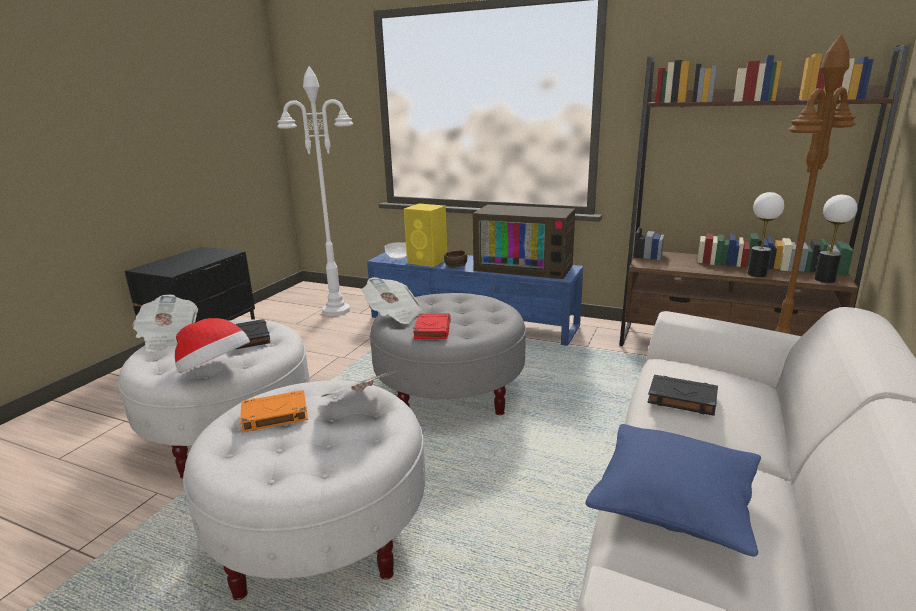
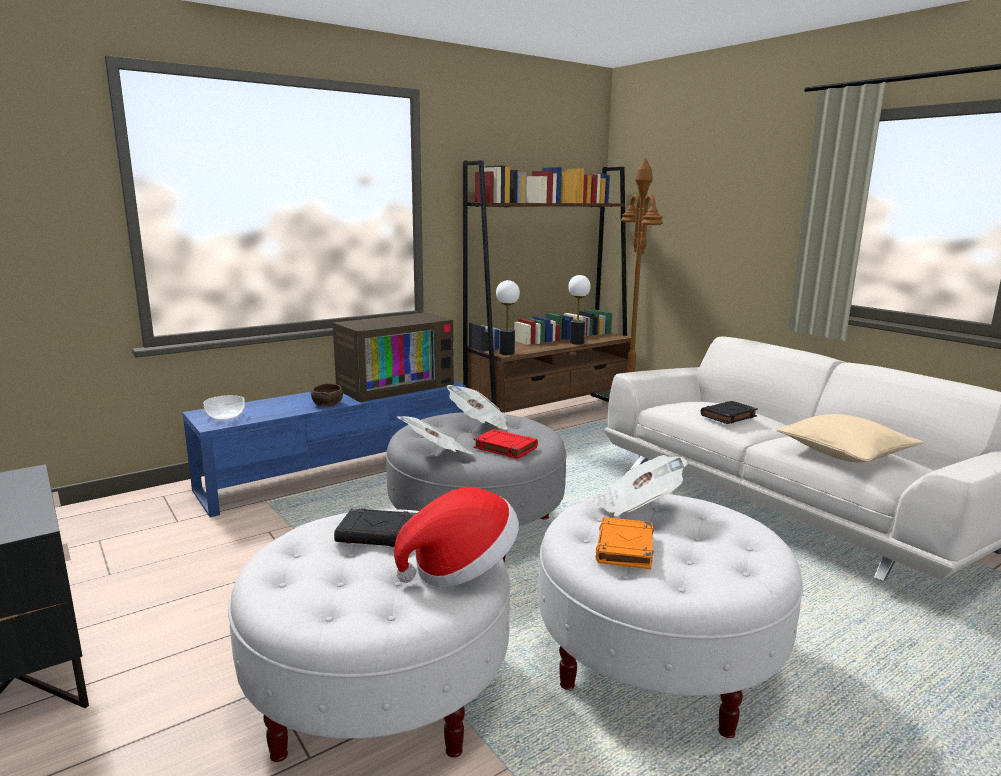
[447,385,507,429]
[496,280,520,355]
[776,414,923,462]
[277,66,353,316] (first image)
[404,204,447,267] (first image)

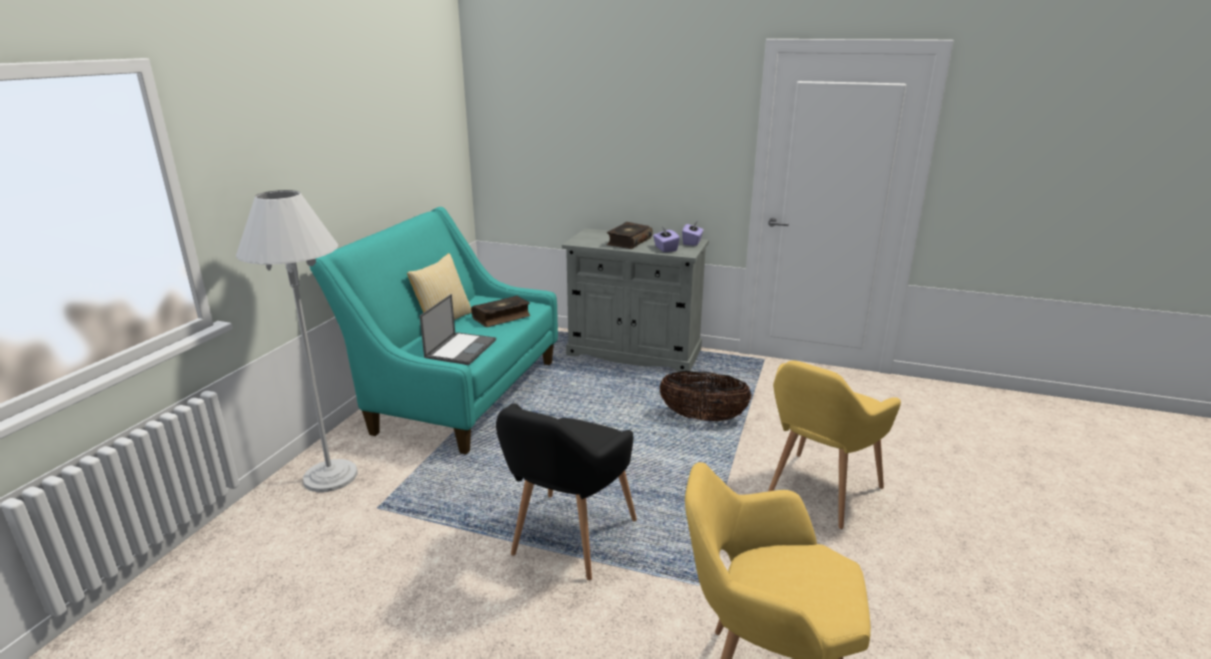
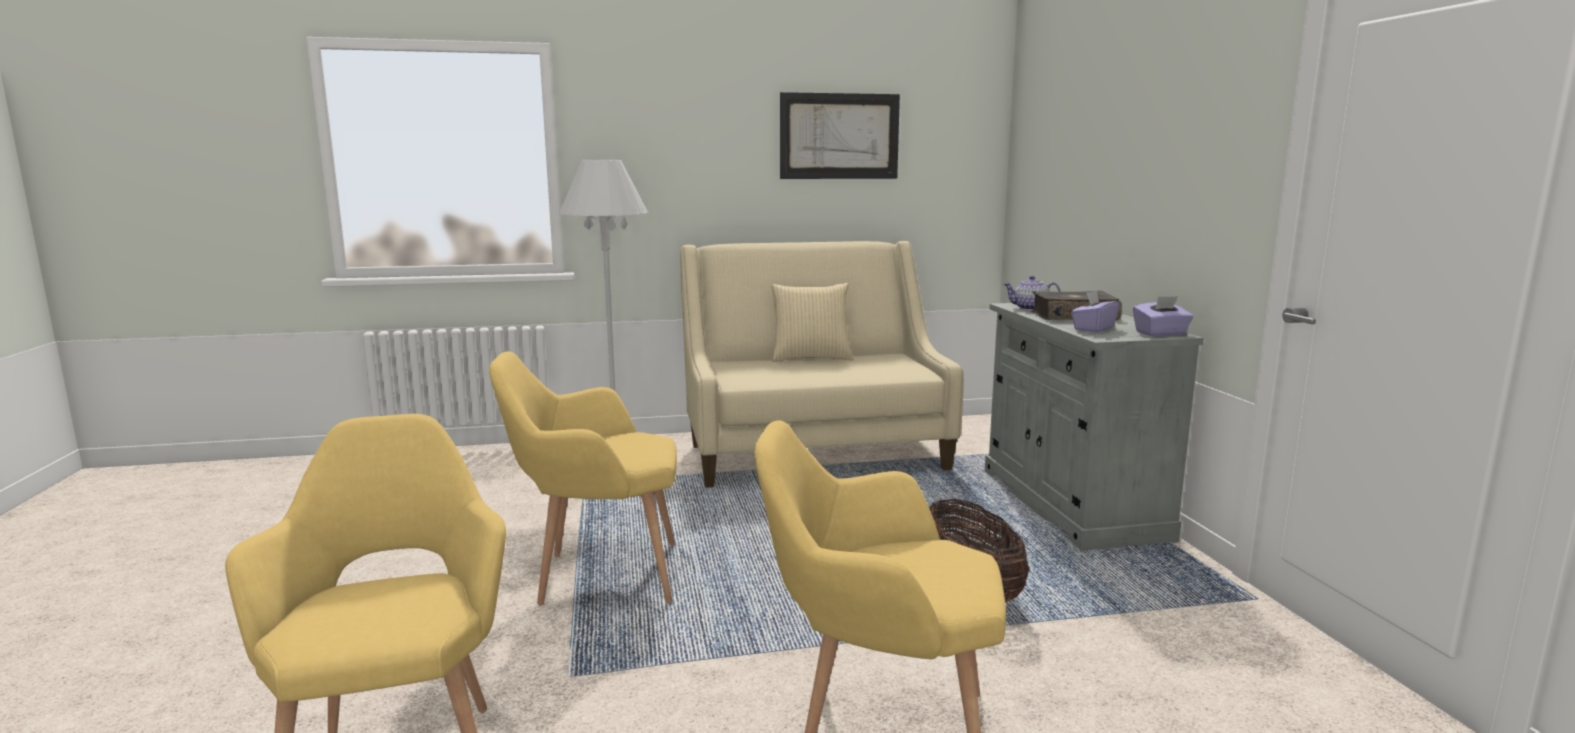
[489,351,677,606]
[680,241,964,488]
[780,92,900,179]
[1004,276,1060,310]
[420,294,496,365] (first image)
[471,295,531,327] (first image)

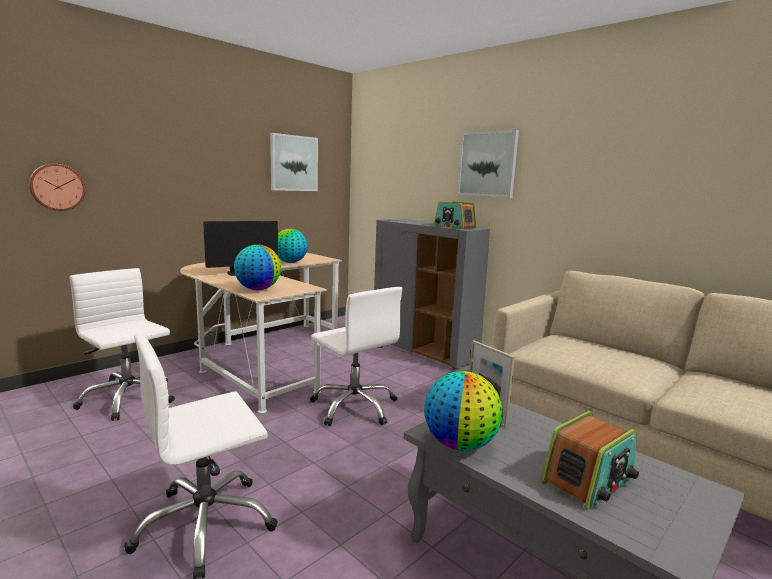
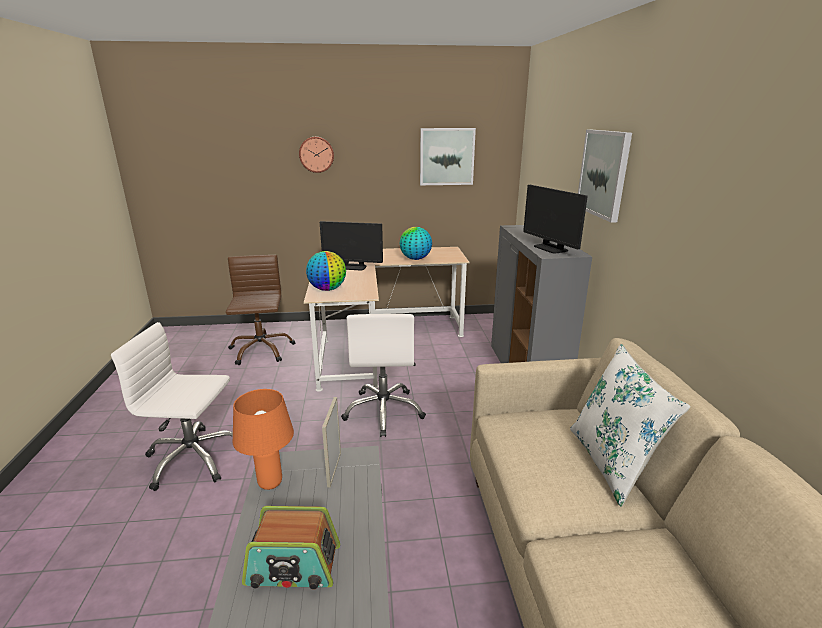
[226,255,295,365]
[233,389,294,490]
[299,137,334,173]
[523,185,588,253]
[570,344,690,507]

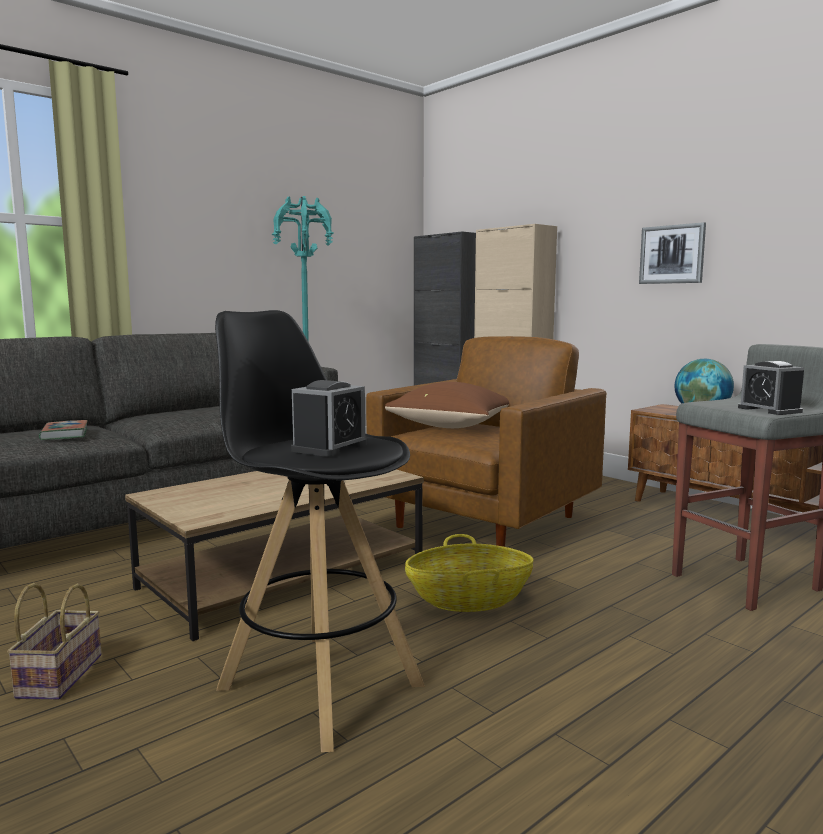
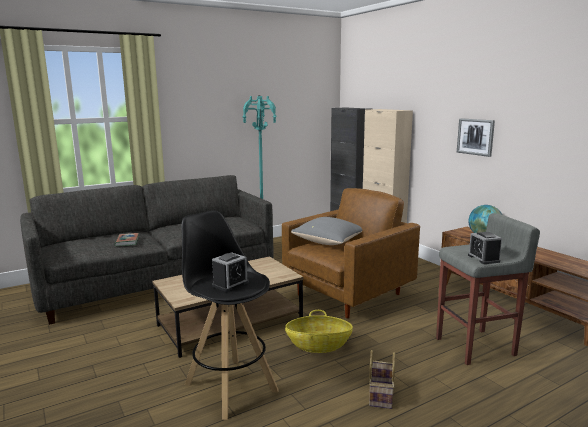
[291,217,362,245]
[369,350,395,409]

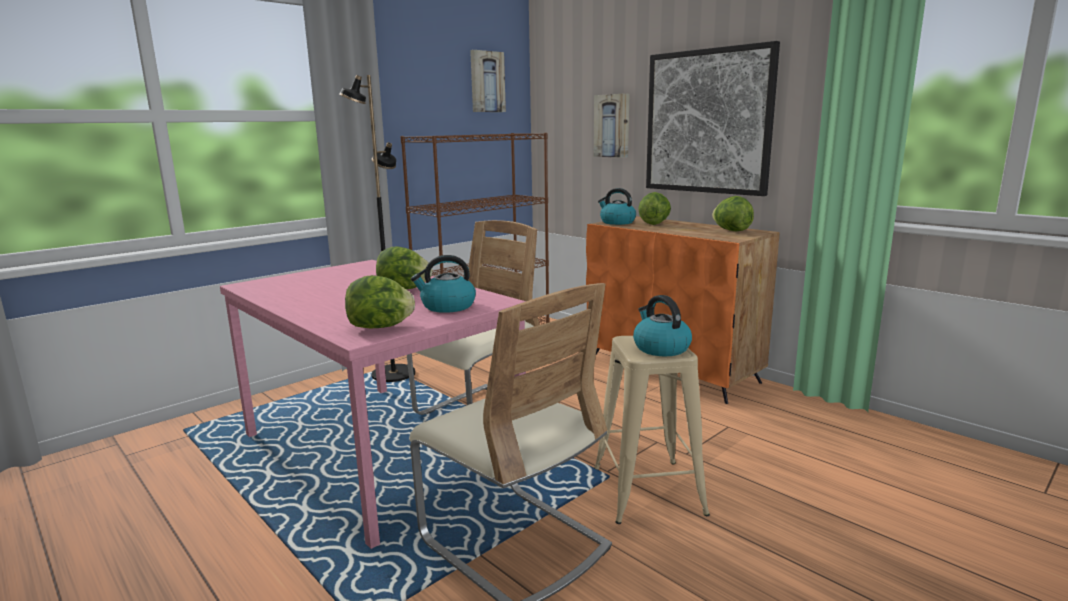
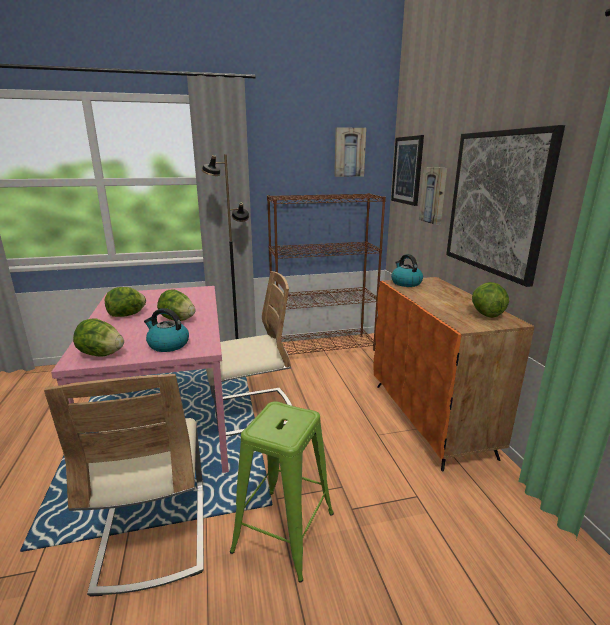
[104,287,146,317]
[230,401,334,583]
[391,135,424,206]
[633,295,692,356] (first image)

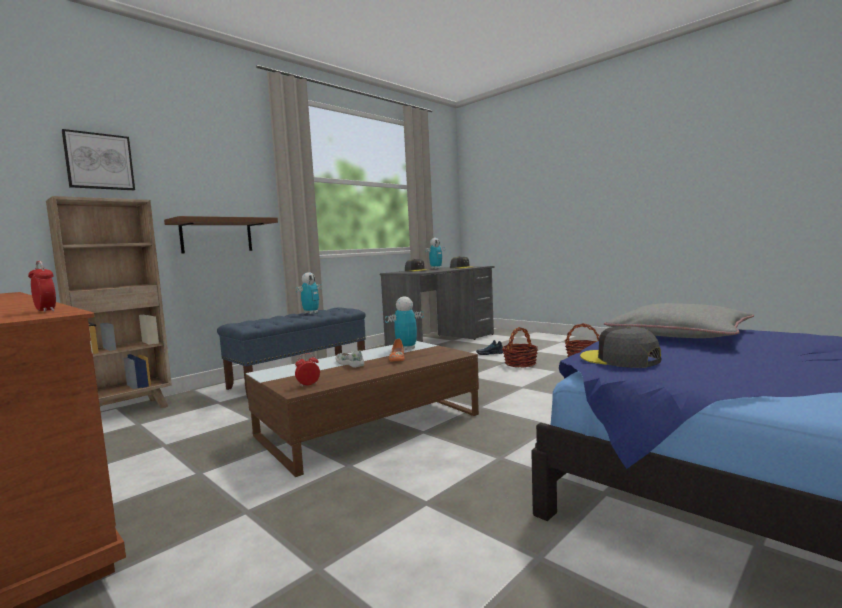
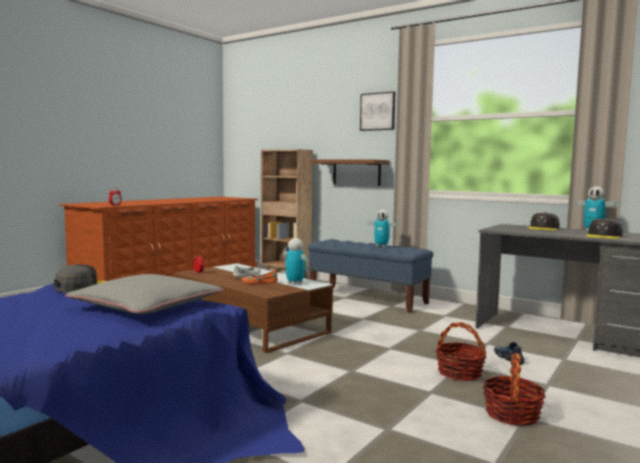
[360,91,395,131]

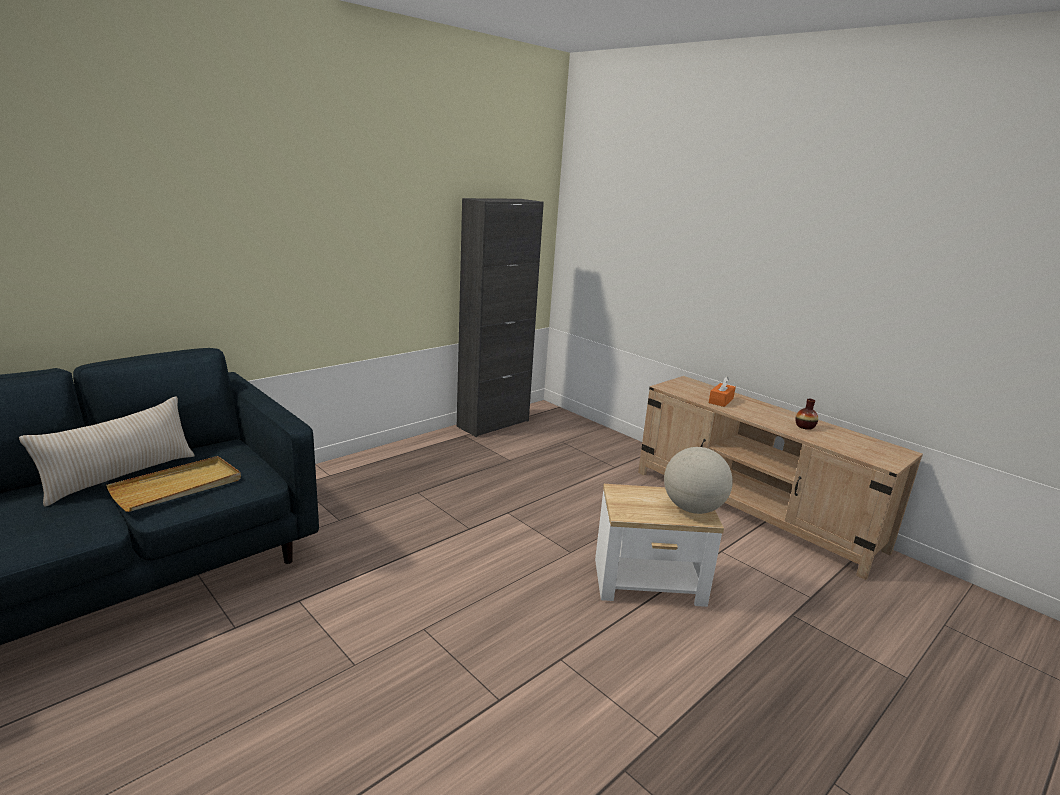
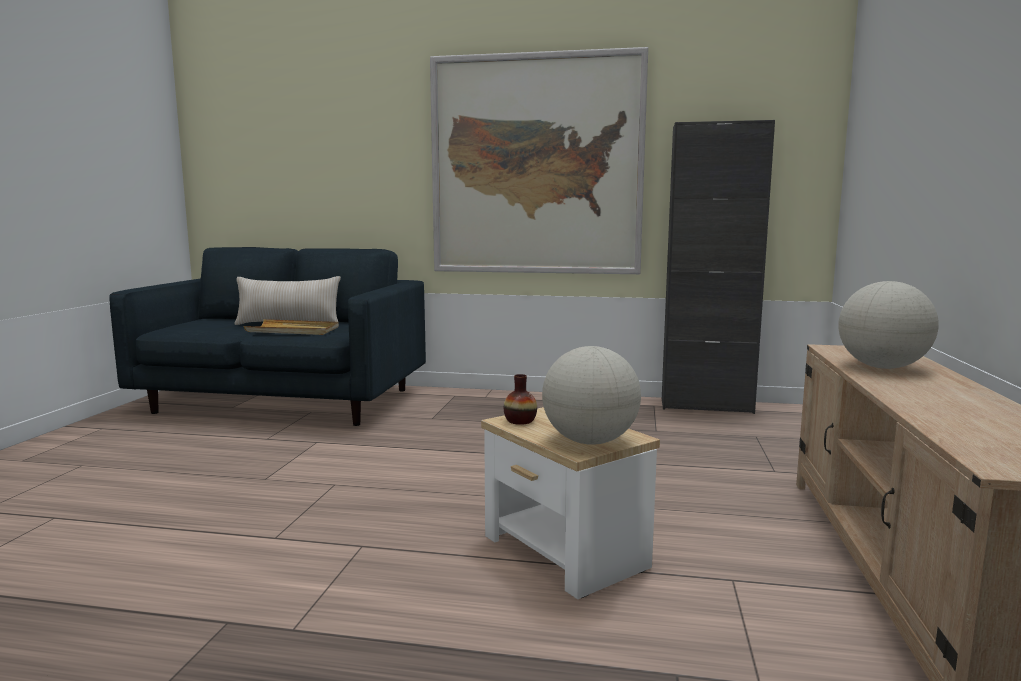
[430,47,648,274]
[503,374,537,425]
[838,281,939,369]

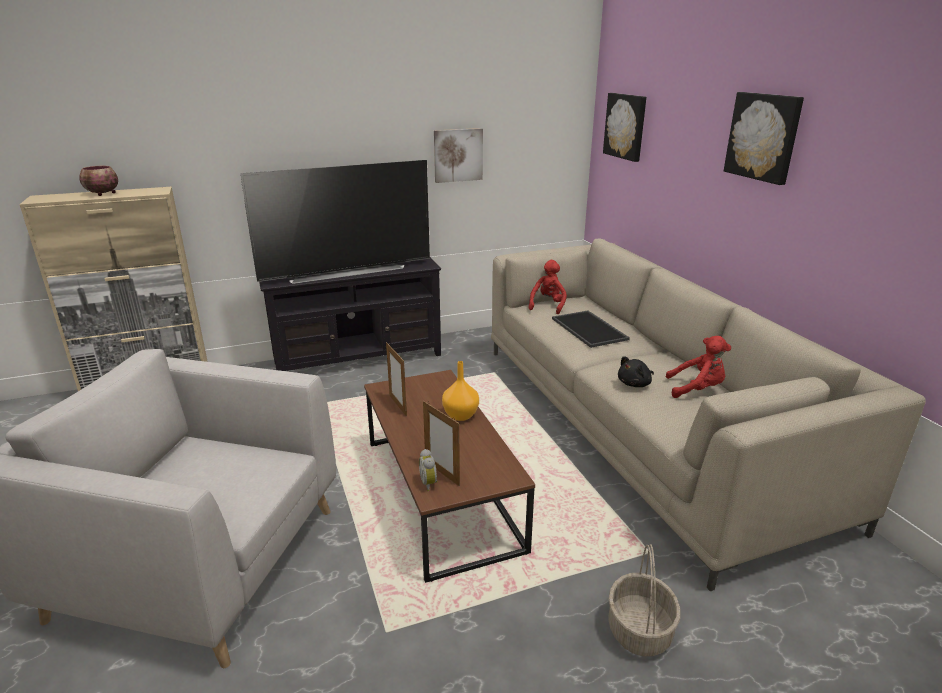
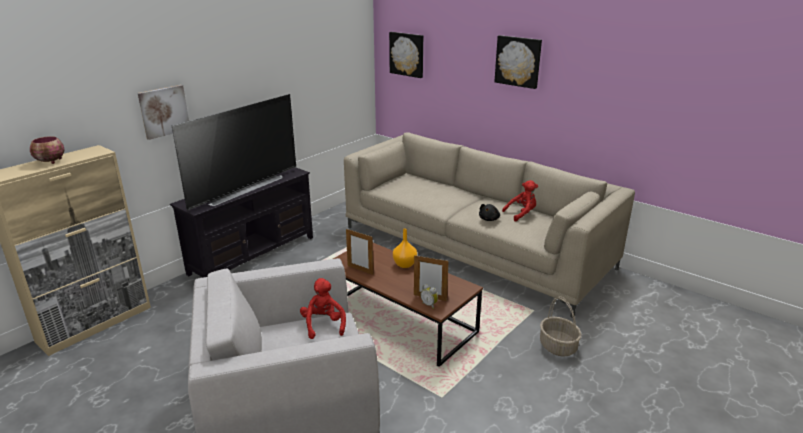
[138,85,189,140]
[300,278,346,339]
[552,311,630,348] (first image)

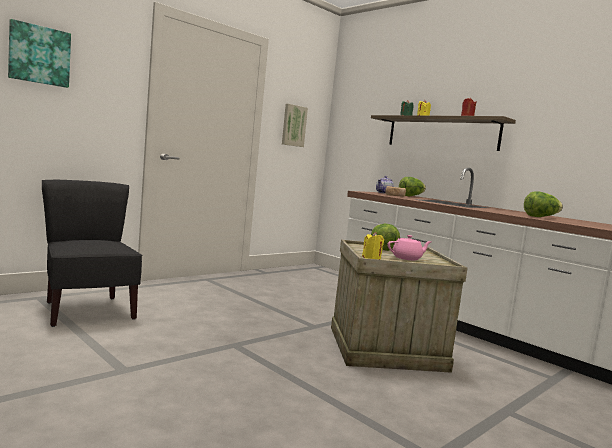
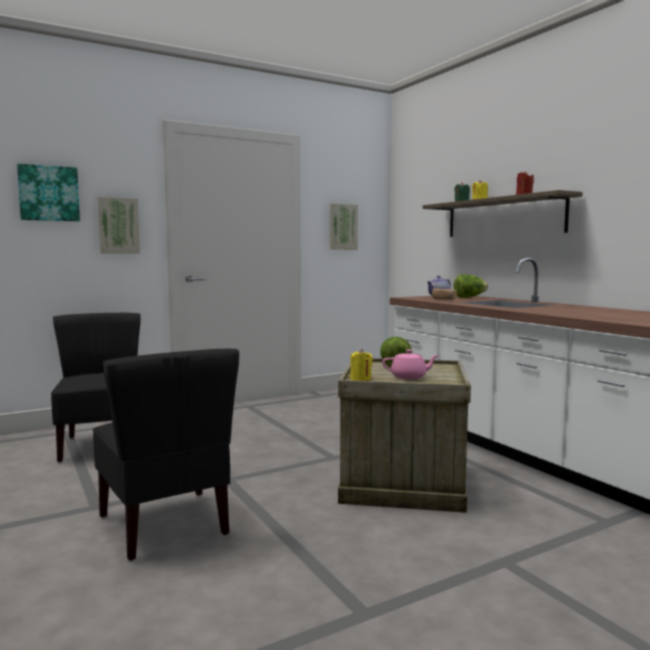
[92,349,239,560]
[98,197,140,254]
[524,191,563,217] (first image)

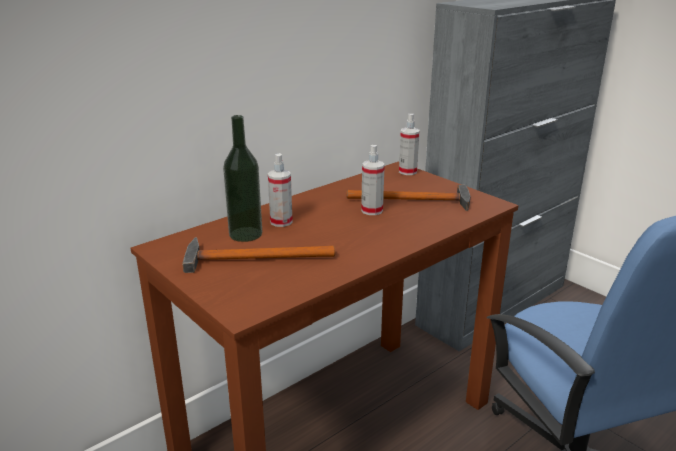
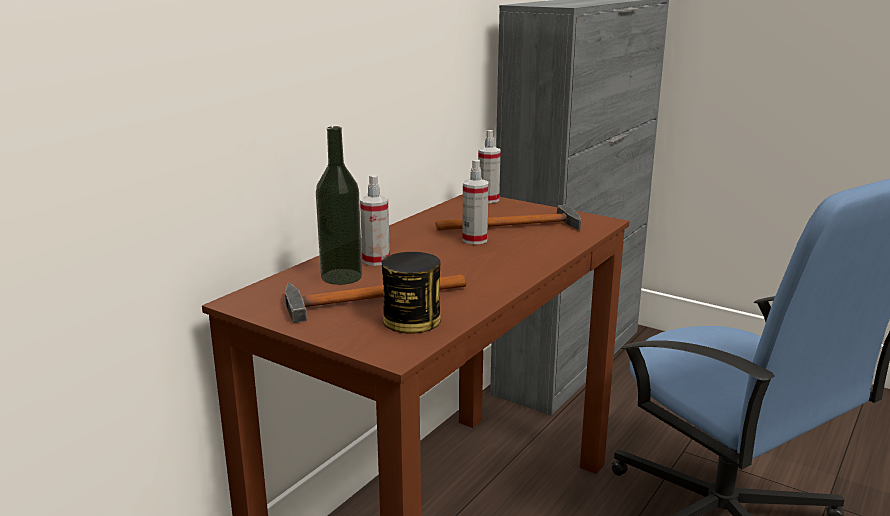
[382,252,441,334]

